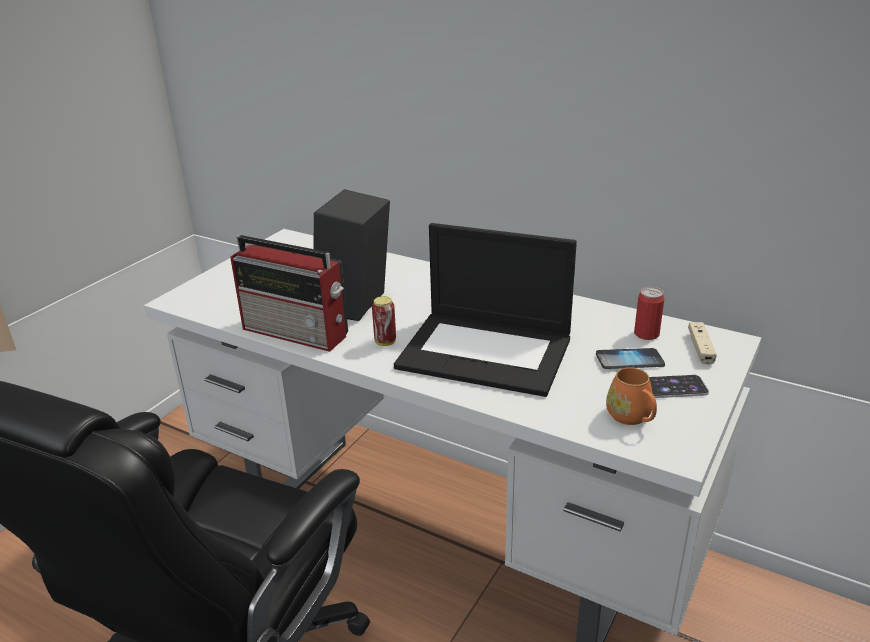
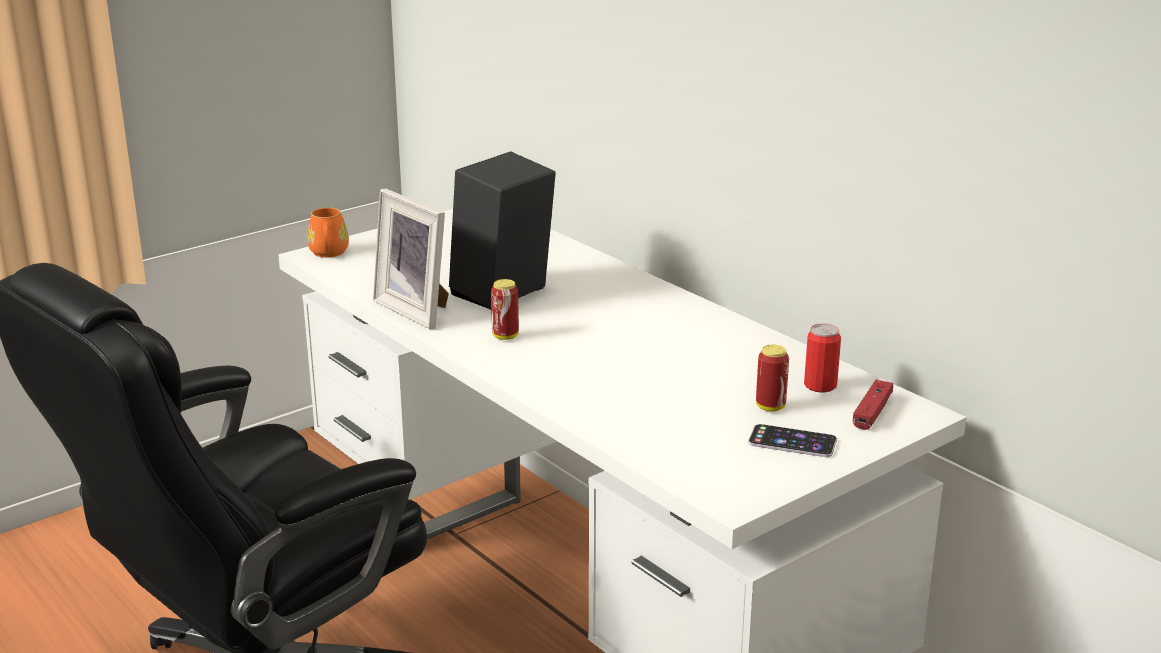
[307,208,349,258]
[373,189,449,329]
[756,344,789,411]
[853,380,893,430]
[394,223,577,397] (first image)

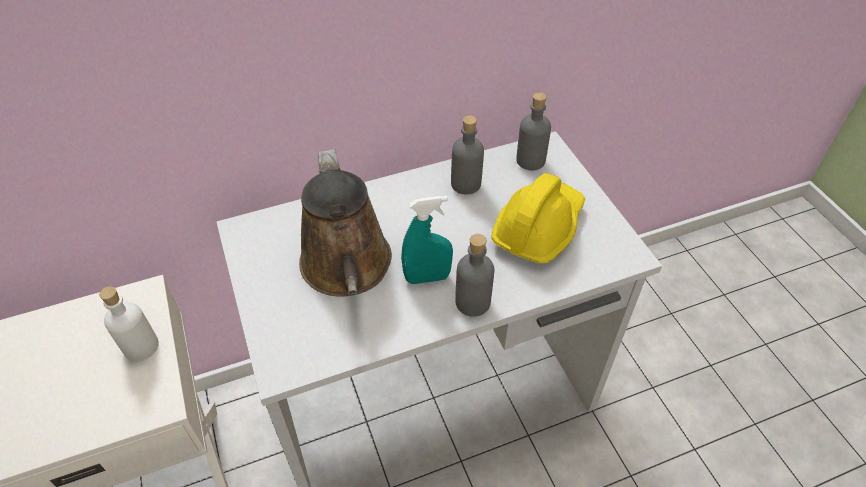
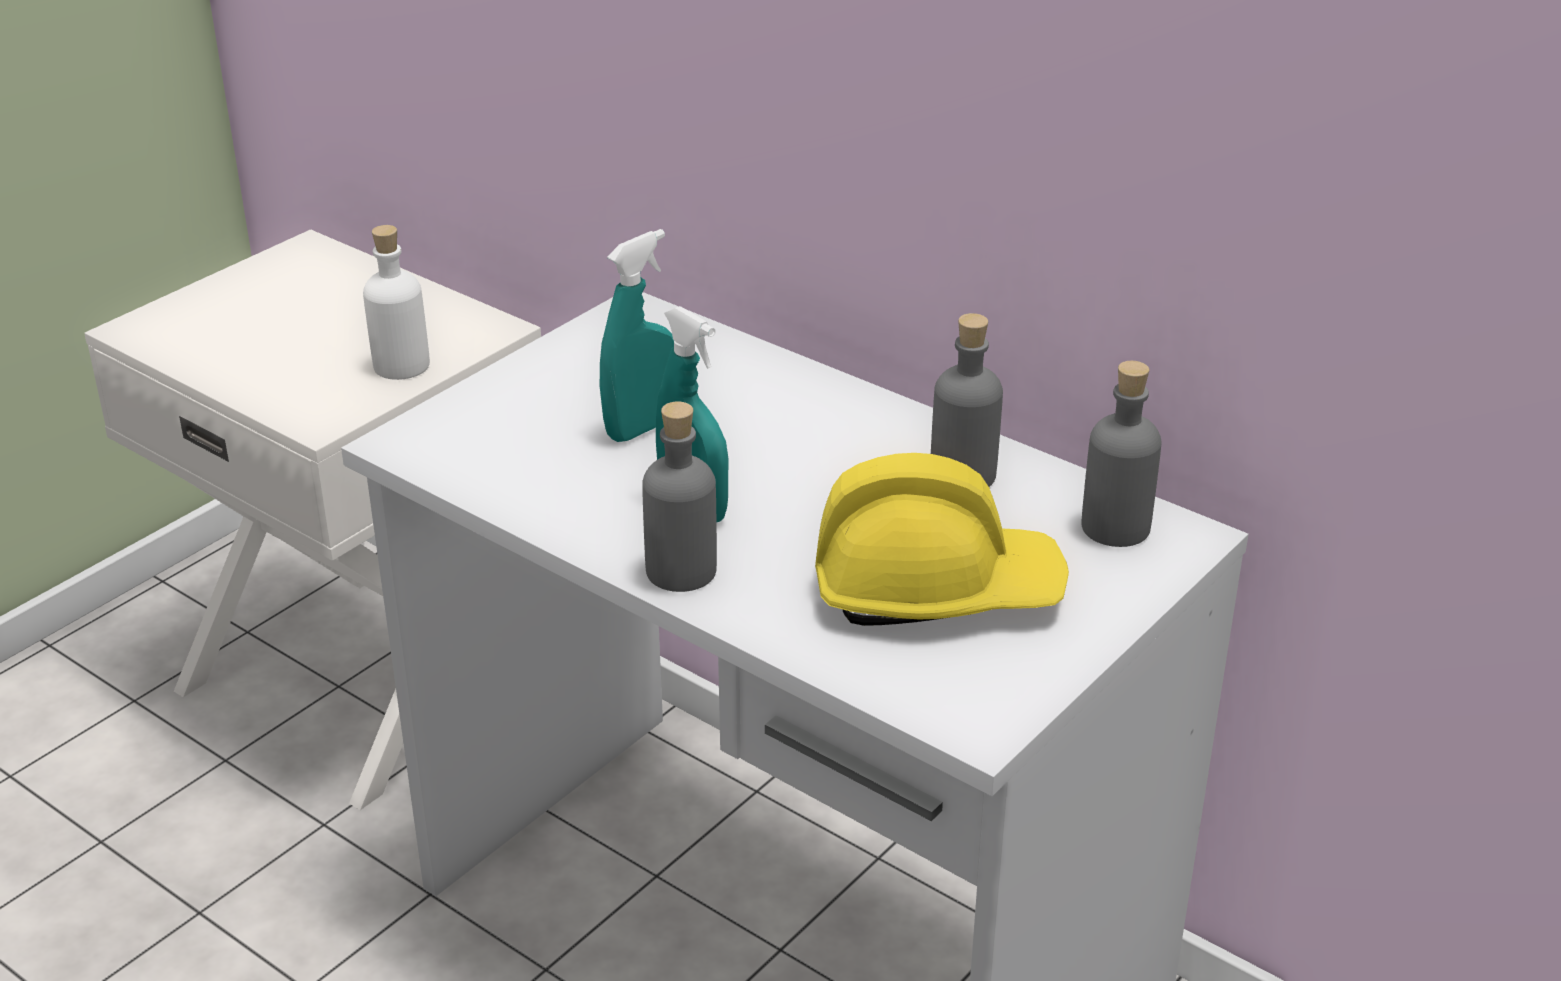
[600,229,674,442]

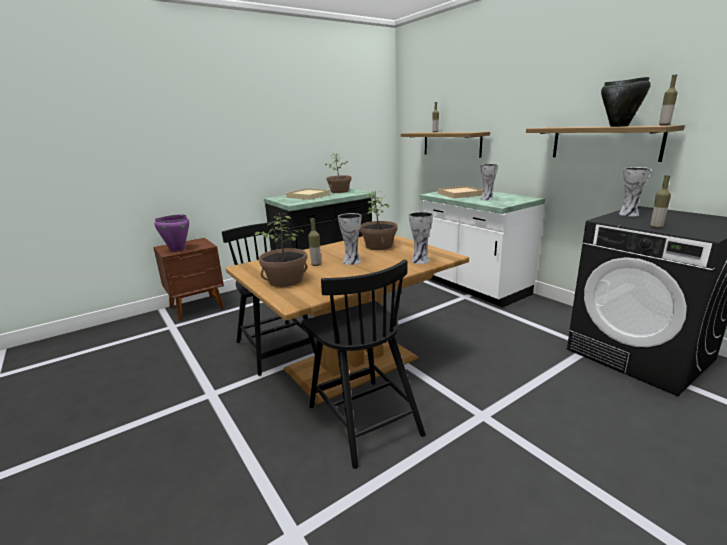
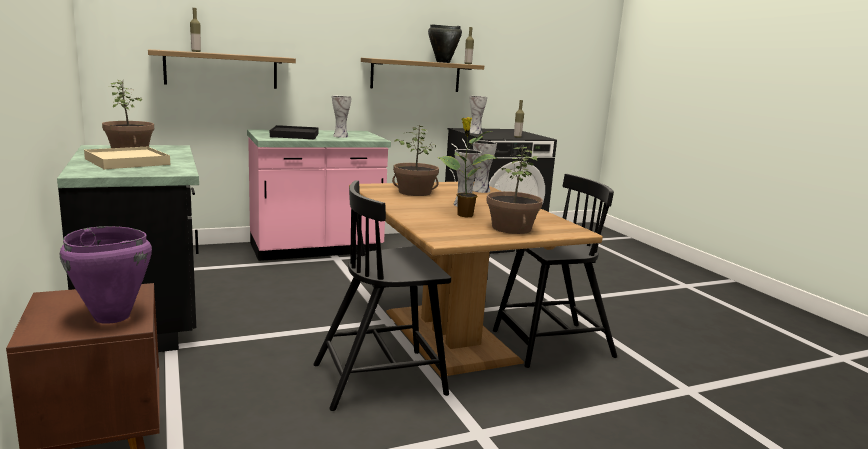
[247,129,391,261]
[270,125,319,139]
[437,117,496,217]

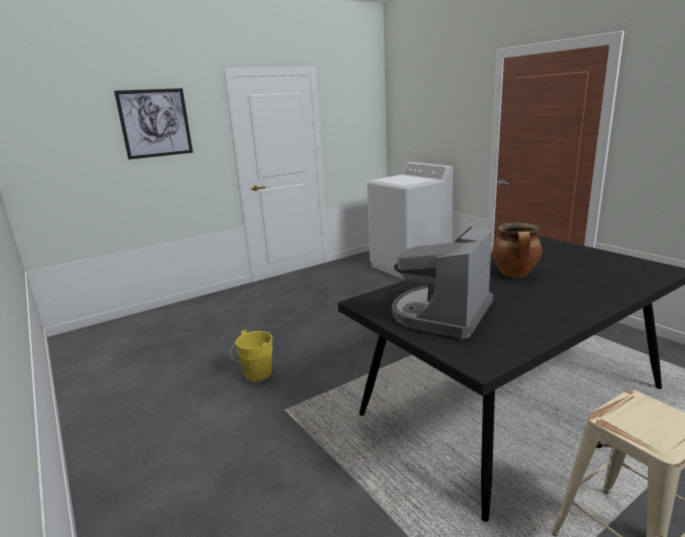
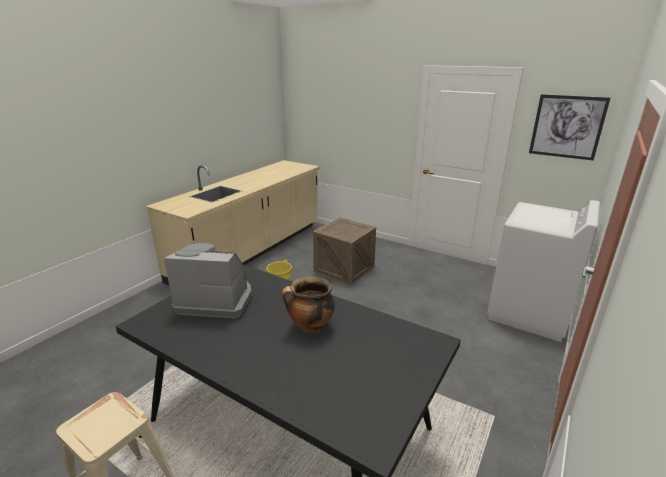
[146,160,320,285]
[313,217,376,285]
[529,94,610,160]

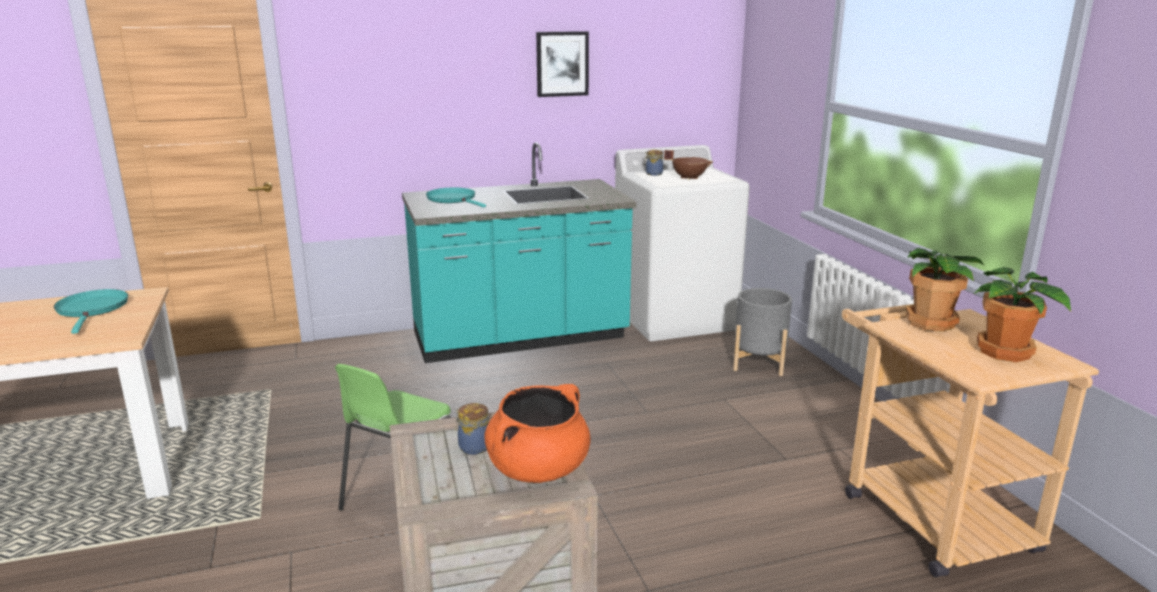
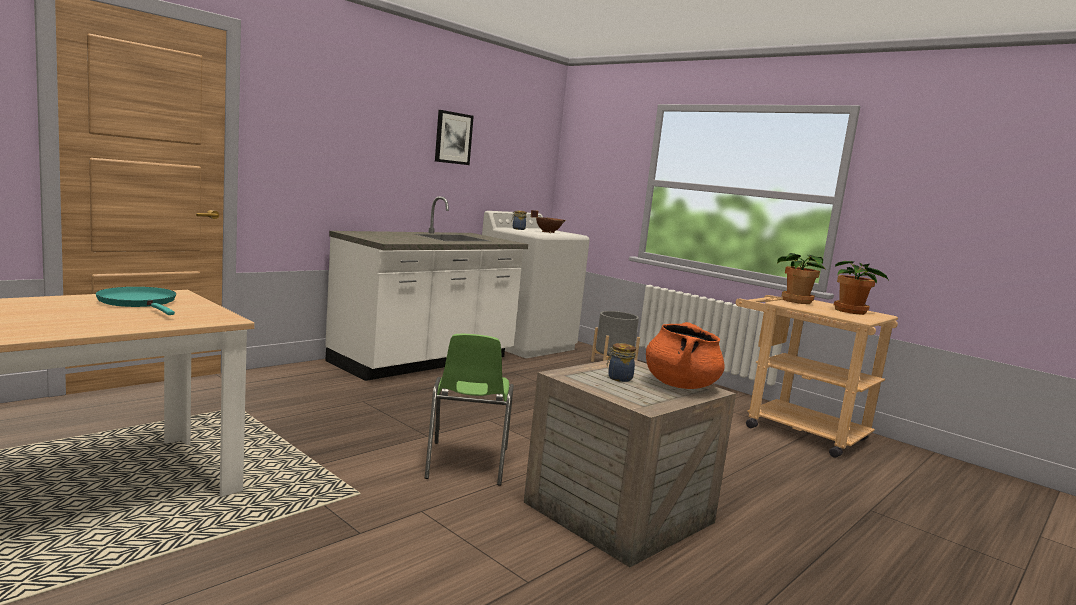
[325,196,528,381]
[426,187,486,207] (first image)

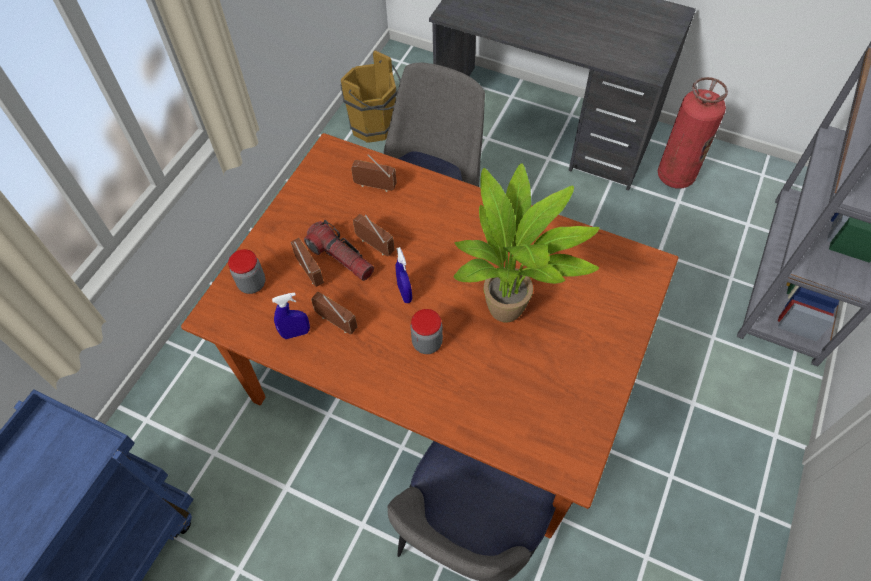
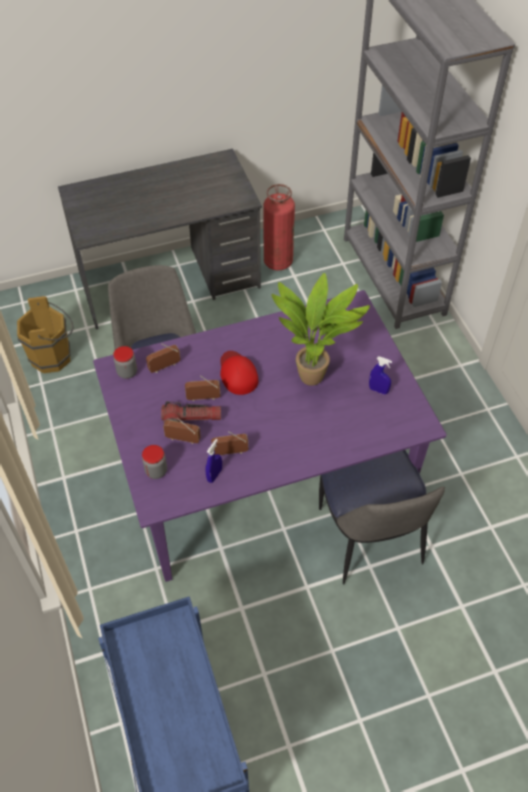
[93,290,447,582]
[113,346,137,379]
[220,351,258,395]
[369,357,392,395]

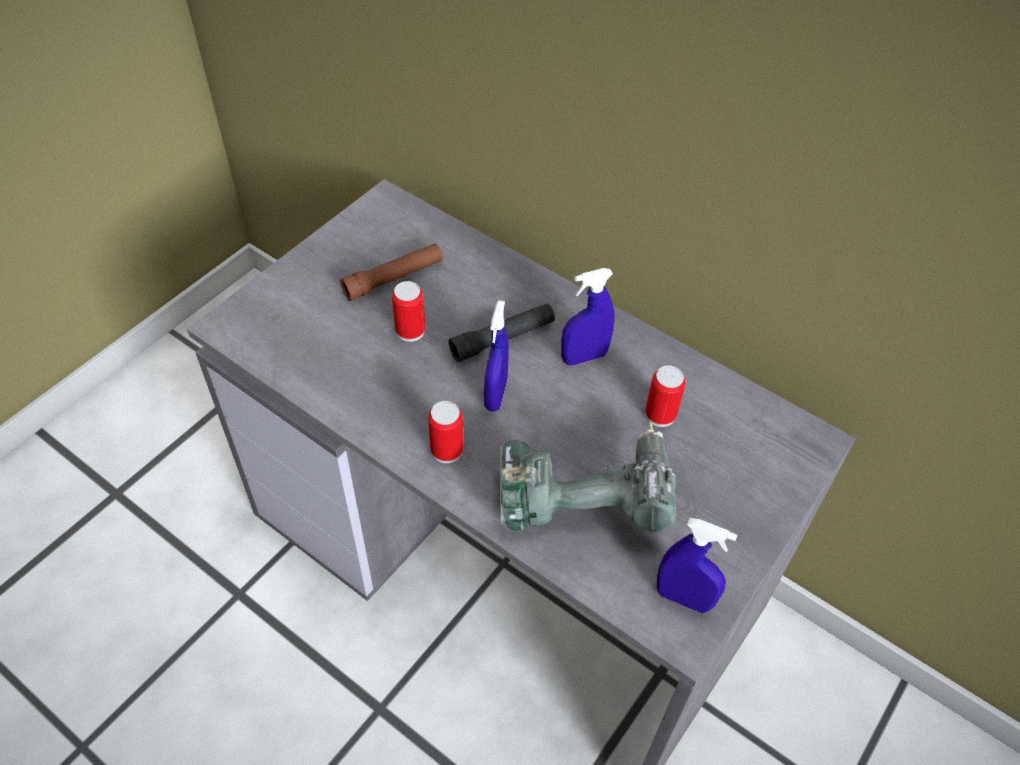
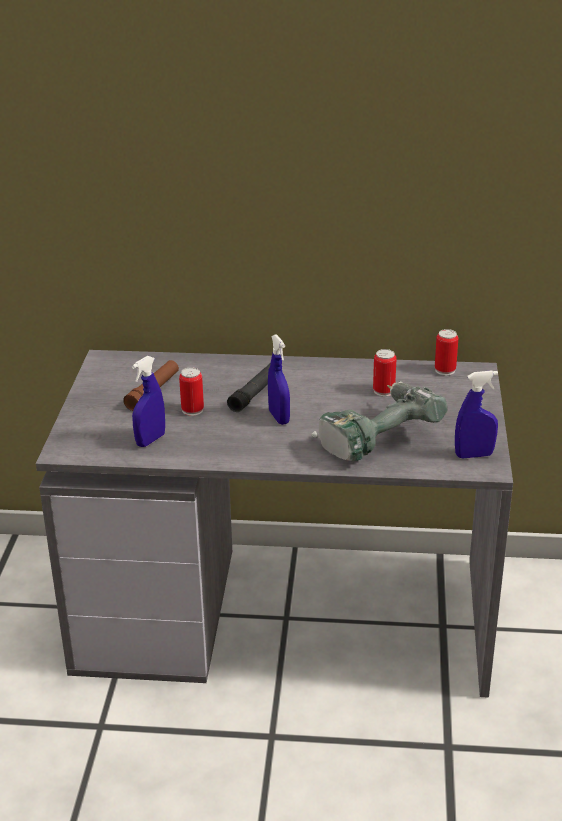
[132,356,165,447]
[435,329,458,376]

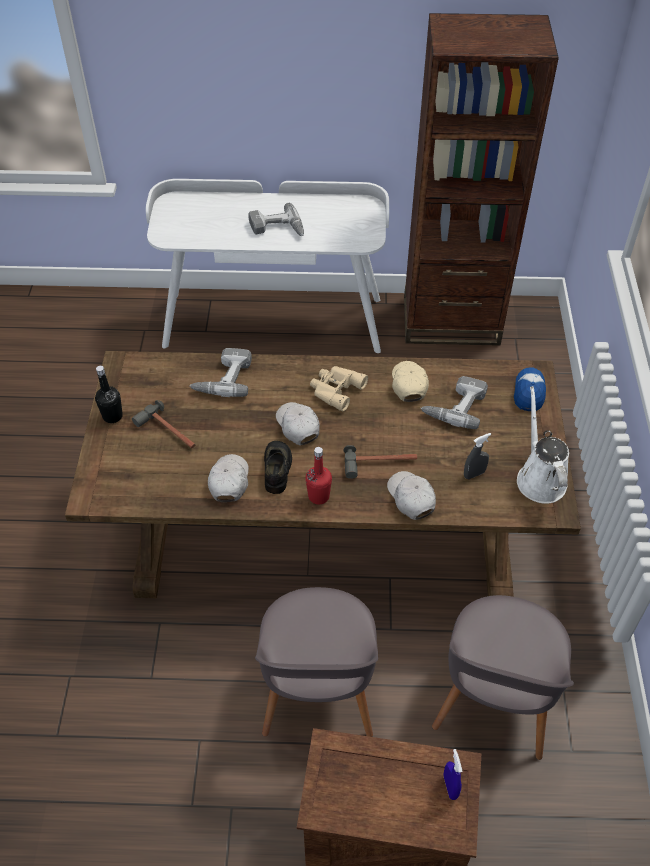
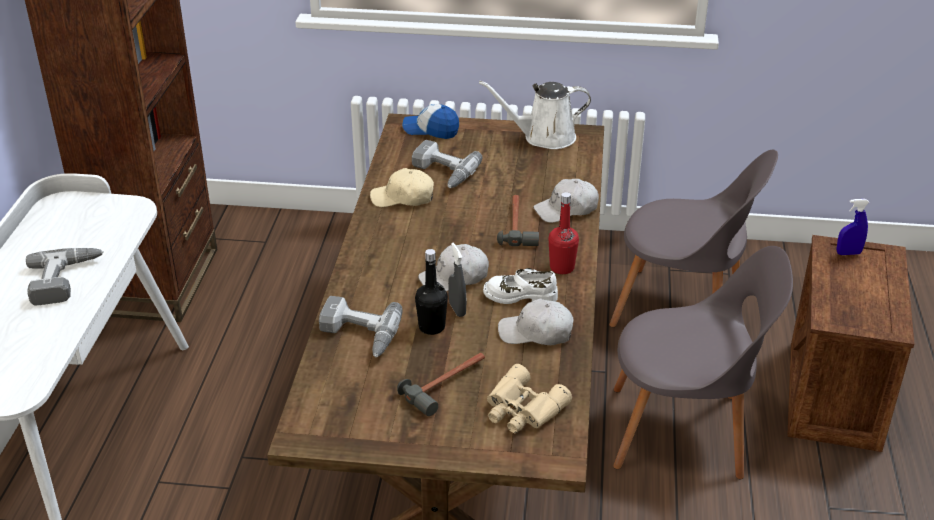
[415,249,448,335]
[448,243,466,317]
[483,268,558,304]
[487,364,572,433]

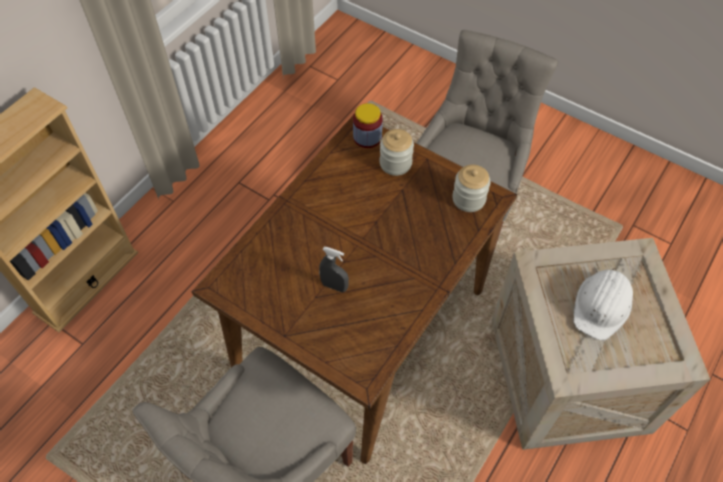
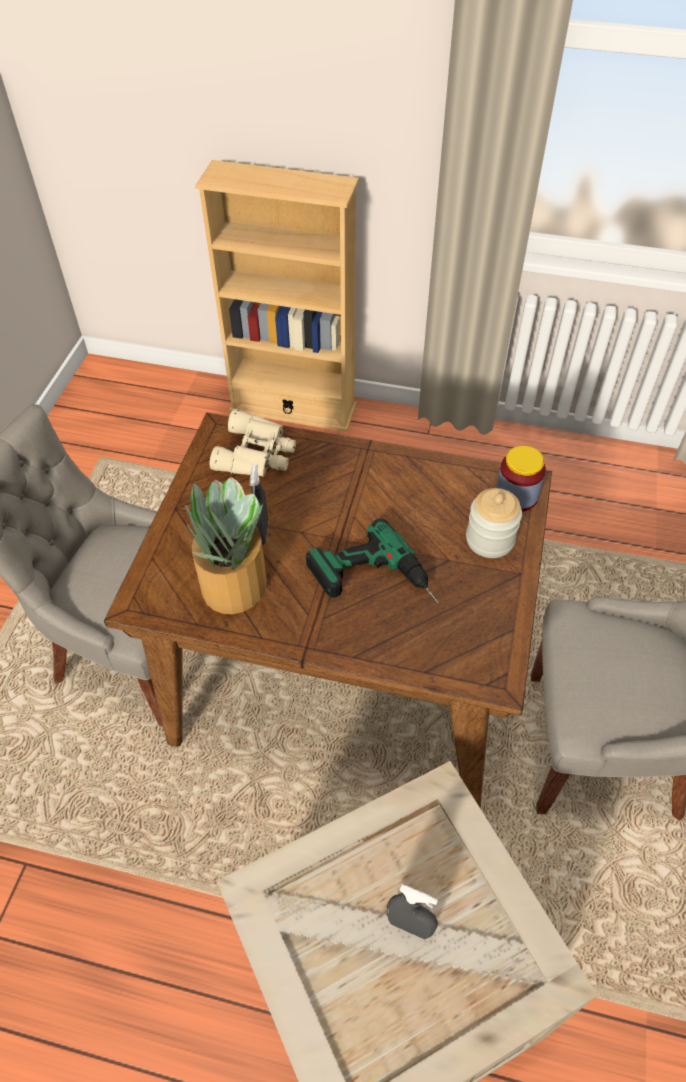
[185,477,267,614]
[209,409,296,477]
[306,518,439,603]
[387,884,438,939]
[452,165,490,212] (first image)

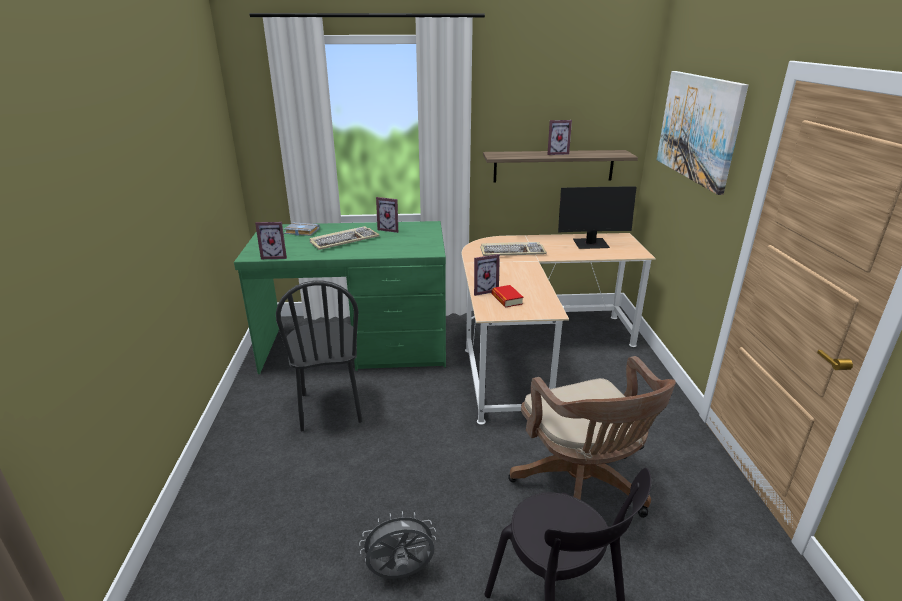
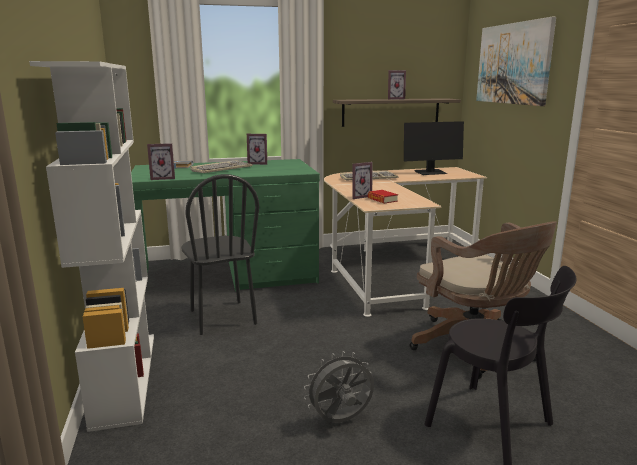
[29,61,154,432]

